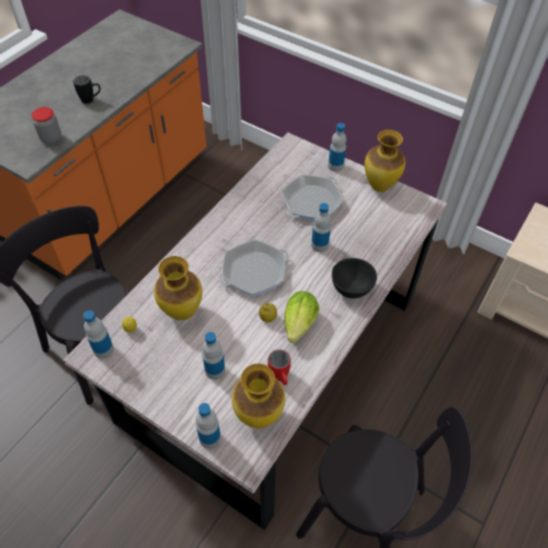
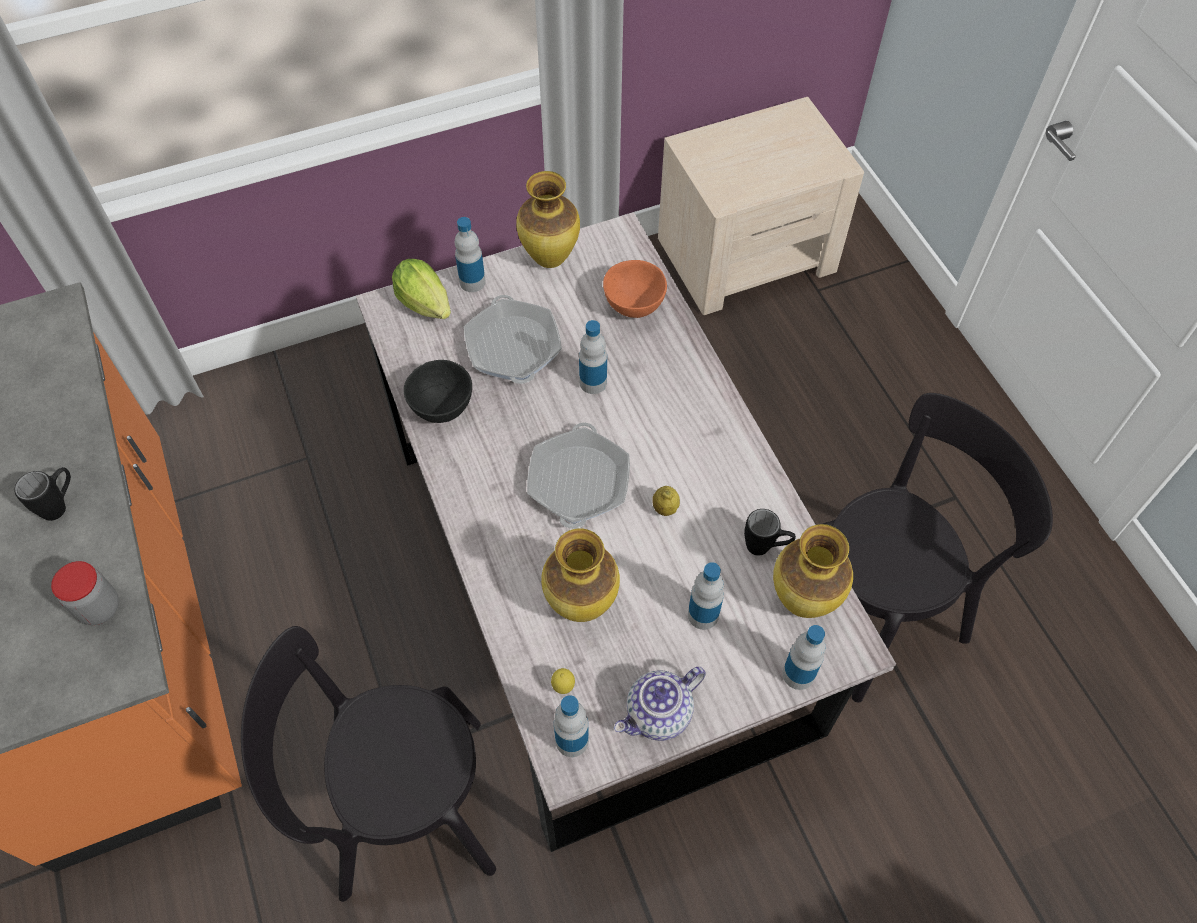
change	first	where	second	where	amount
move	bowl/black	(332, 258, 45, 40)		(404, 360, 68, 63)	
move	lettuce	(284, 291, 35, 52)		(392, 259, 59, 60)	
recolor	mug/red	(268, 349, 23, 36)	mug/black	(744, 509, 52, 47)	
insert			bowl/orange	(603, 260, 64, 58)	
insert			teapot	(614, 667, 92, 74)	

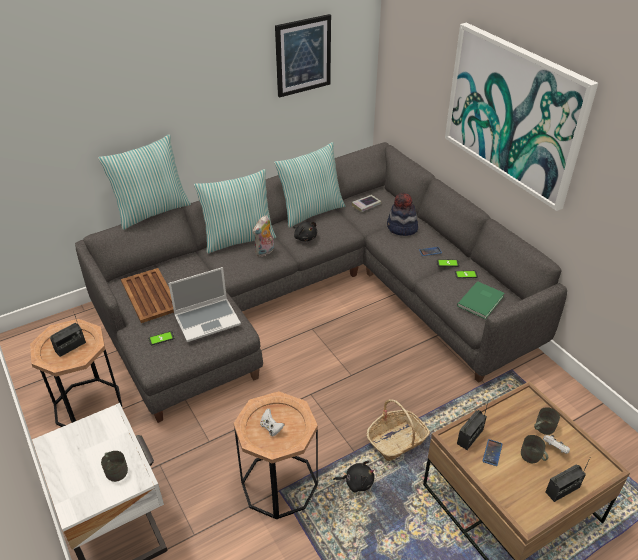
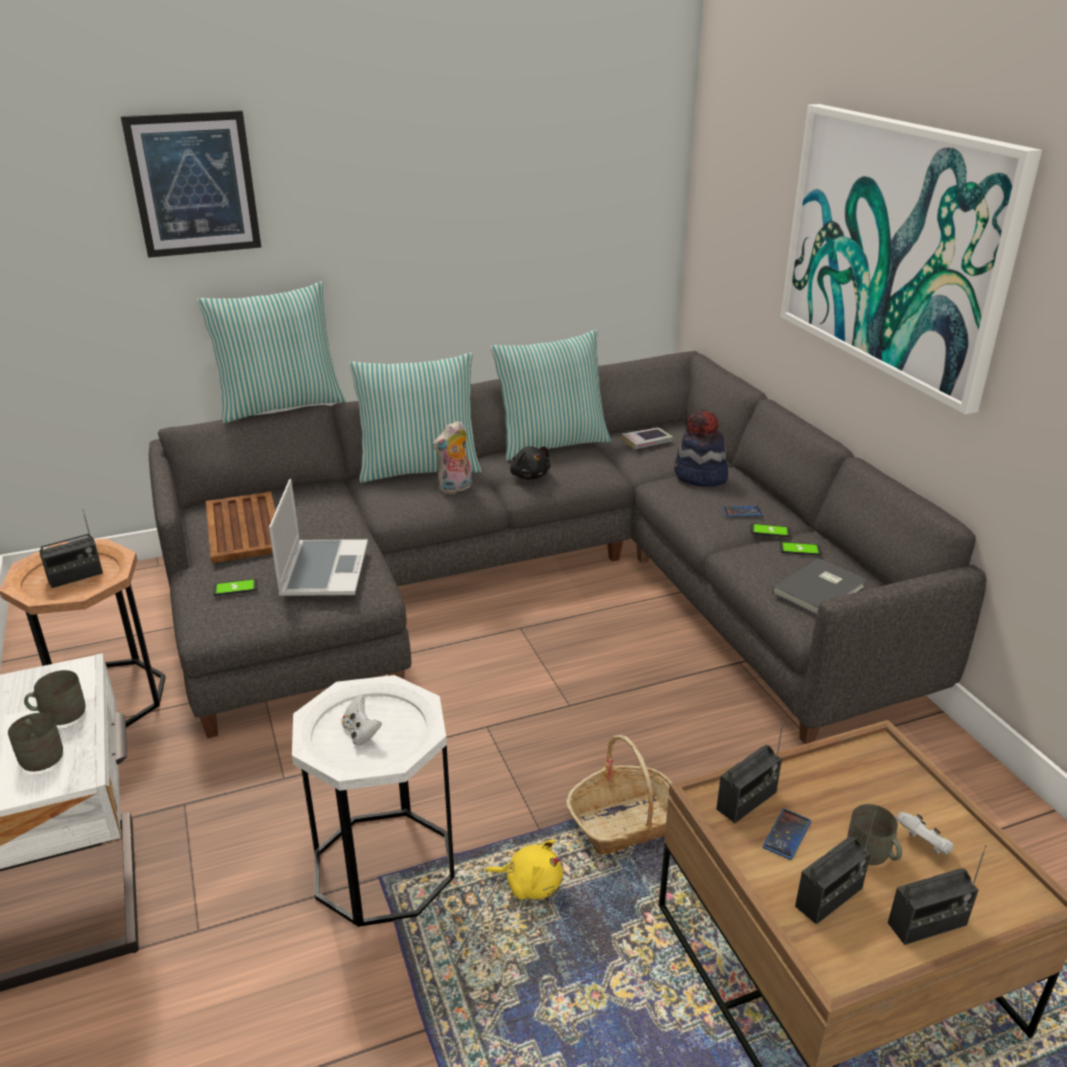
change	first	where	second	where	amount
move	picture	(275, 14, 56, 84)		(121, 110, 140, 148)	
rotate	laptop	(169, 267, 72, 75)		(269, 479, 99, 117)	75 degrees counterclockwise
recolor	book/green	(457, 281, 48, 38)	book/grey	(772, 558, 95, 57)	
recolor	side table/brown	(234, 391, 84, 128)	side table/white	(292, 675, 163, 252)	
move	mug/grey	(534, 407, 26, 28)		(24, 670, 61, 55)	
recolor	plush toy/black	(333, 461, 41, 32)	plush toy/yellow	(485, 840, 78, 60)	
insert			radio	(795, 811, 80, 113)	

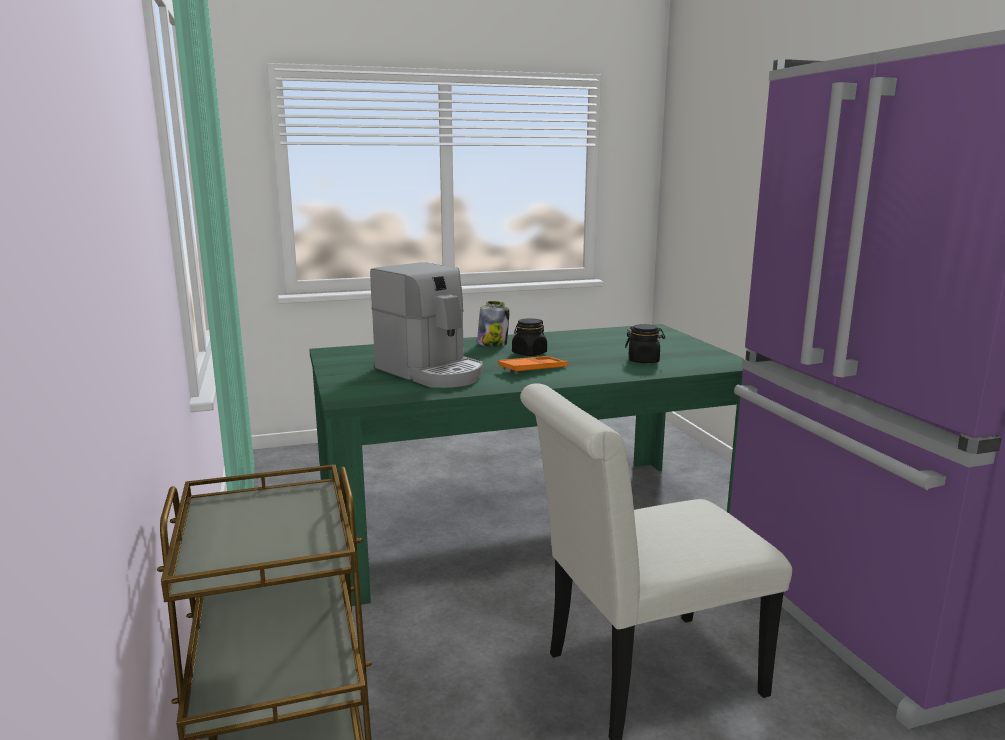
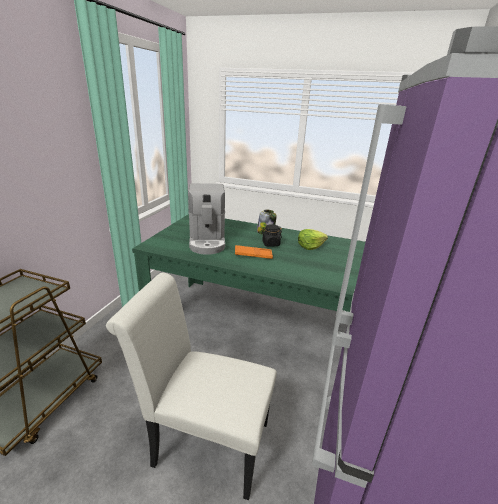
change	first	where	second	where	amount
delete	jar/black	(625, 324, 41, 39)			
insert			lettuce	(298, 229, 30, 21)	

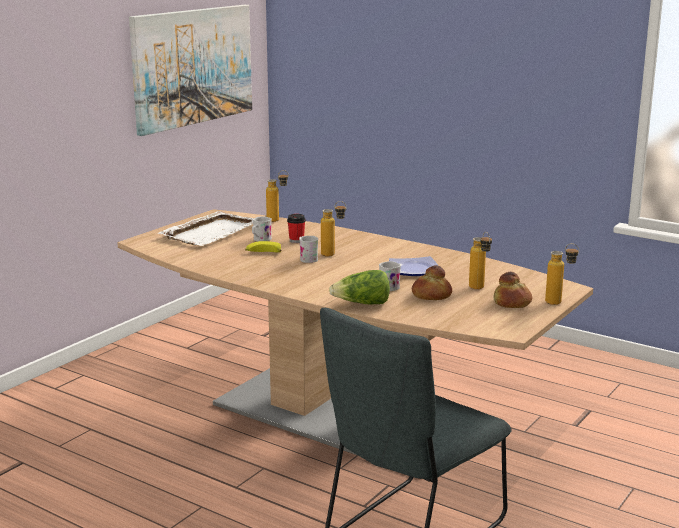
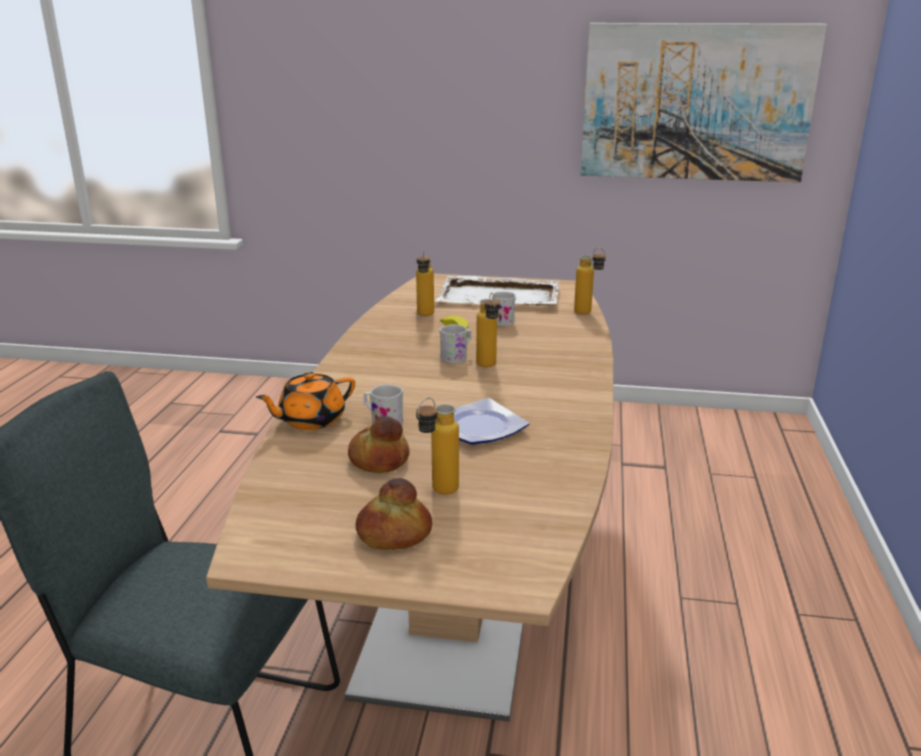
change	first	where	second	where	amount
delete	cup	(287, 214, 19, 29)			
move	bottle	(545, 243, 34, 62)		(416, 250, 18, 66)	
replace	lettuce	(329, 270, 61, 34)	teapot/orange	(256, 372, 99, 58)	

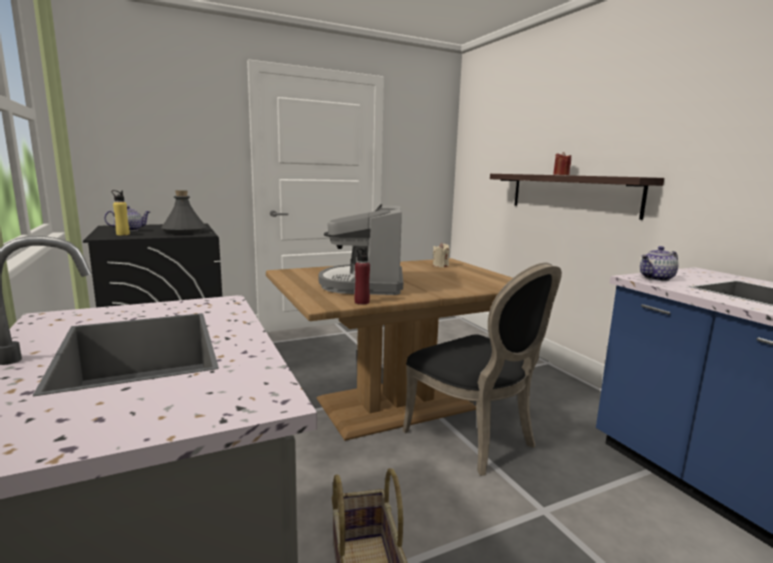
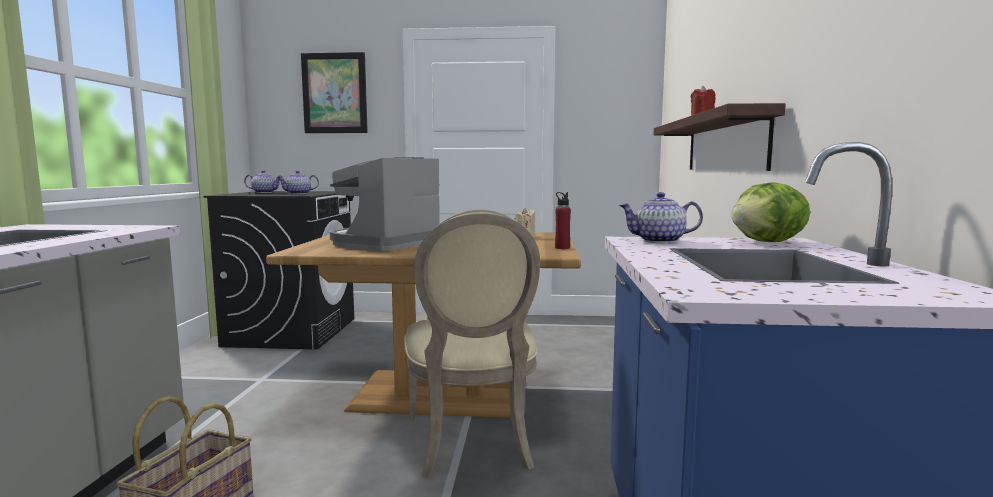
change	first	where	second	where	amount
delete	bottle/yellow	(111, 190, 19, 45)			
replace	bottle/grey	(161, 190, 45, 44)	teapot	(278, 171, 41, 23)	
move	bottle/red	(355, 248, 15, 56)		(555, 192, 16, 57)	
recolor	chair/black	(403, 262, 159, 214)	chair/beige	(404, 210, 136, 268)	
insert			picture	(301, 52, 67, 81)	
insert			lettuce	(731, 182, 79, 60)	

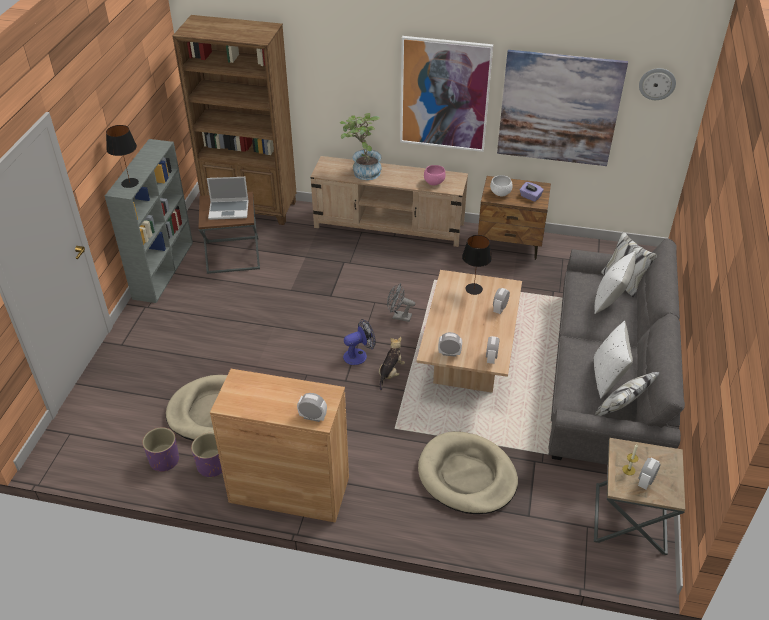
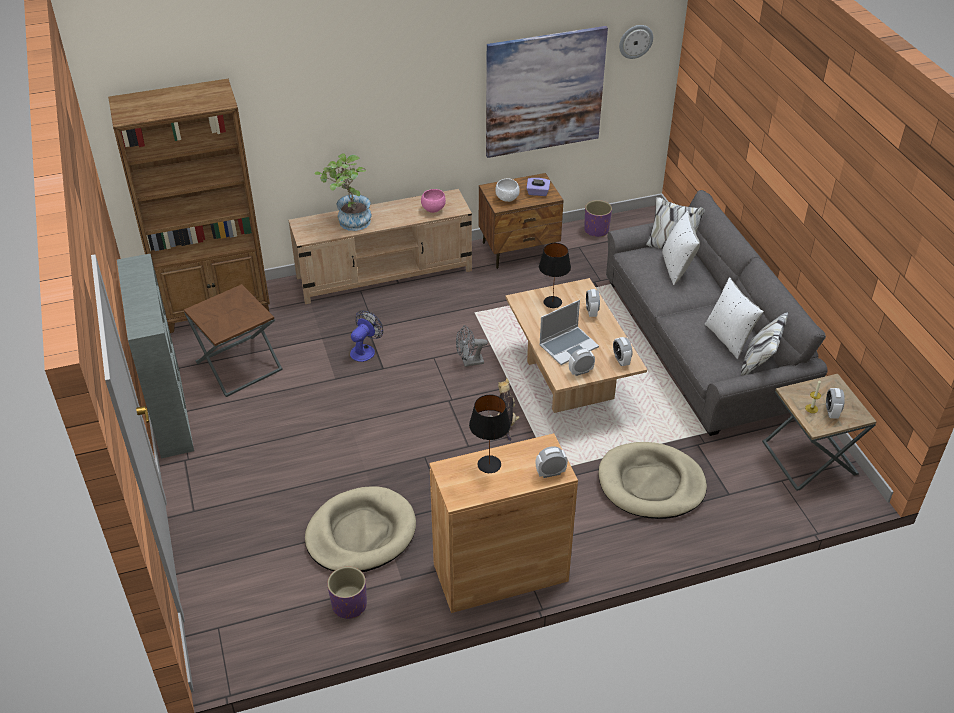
change	first	where	second	where	amount
delete	picture	(400, 36, 93, 116)			
move	table lamp/black	(106, 125, 33, 63)		(469, 395, 42, 78)	
move	laptop	(207, 177, 42, 43)		(539, 300, 60, 65)	
move	fan	(343, 319, 33, 46)		(350, 310, 33, 52)	
move	planter/purple	(191, 433, 31, 45)		(584, 200, 28, 37)	

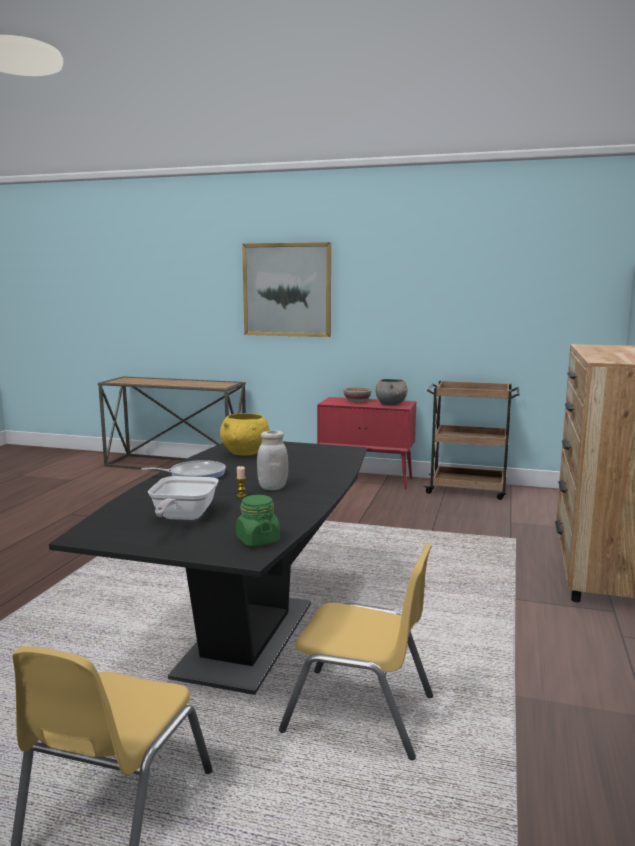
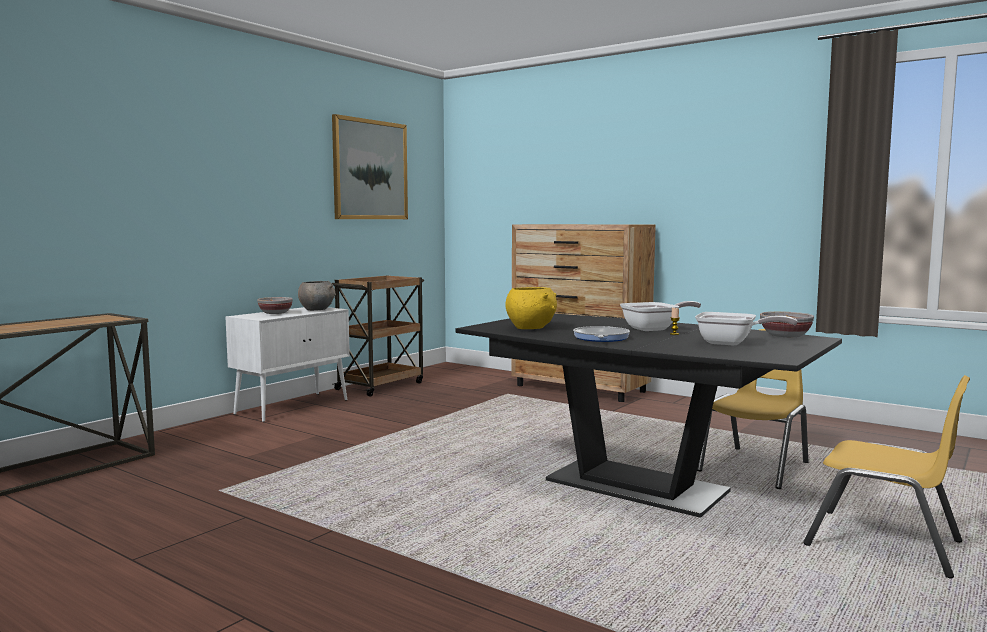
change	first	where	second	where	amount
move	picture	(242, 242, 89, 95)		(332, 114, 76, 105)	
recolor	cabinet/red	(317, 397, 99, 93)	cabinet/white	(225, 307, 125, 115)	
replace	jar/white	(257, 431, 31, 59)	frying pan	(620, 301, 81, 30)	
replace	jar/green	(236, 495, 44, 52)	bowl	(760, 311, 54, 26)	

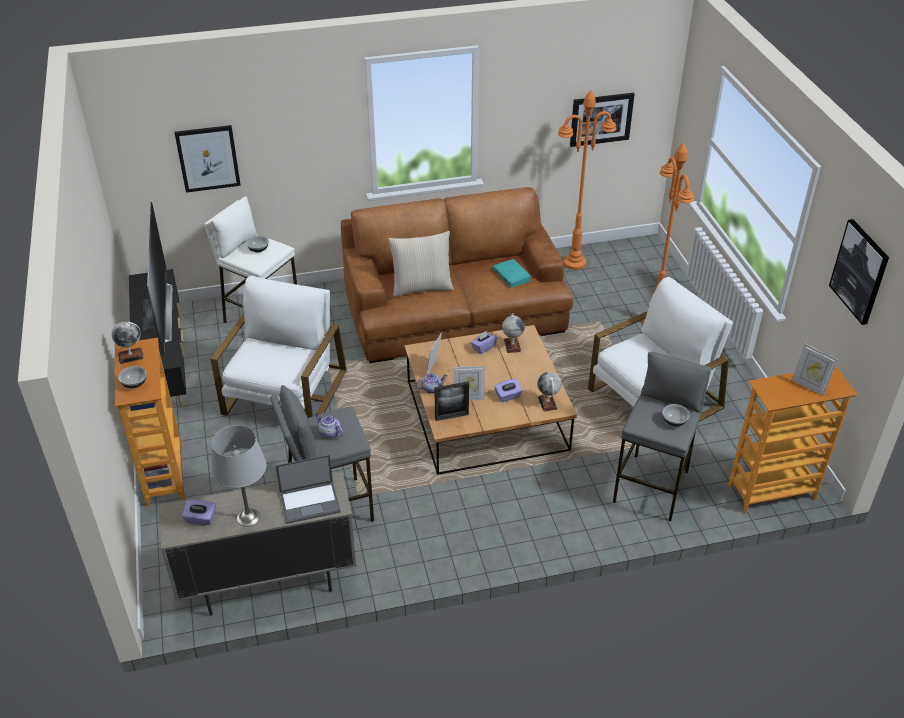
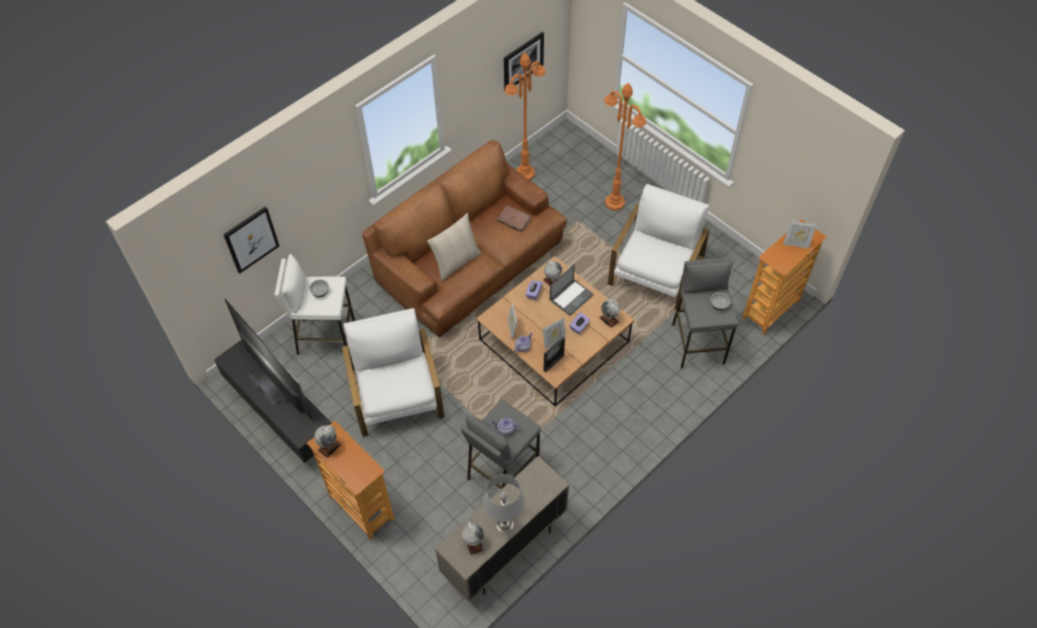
change	first	where	second	where	amount
delete	picture	(829, 219, 60, 106)			
recolor	book/turquoise	(493, 259, 38, 29)	book/brown	(497, 205, 35, 28)	
delete	bowl	(118, 366, 28, 22)			
move	laptop	(275, 455, 66, 69)		(550, 264, 44, 52)	
replace	tissue box/purple	(182, 500, 34, 25)	globe	(462, 522, 22, 33)	

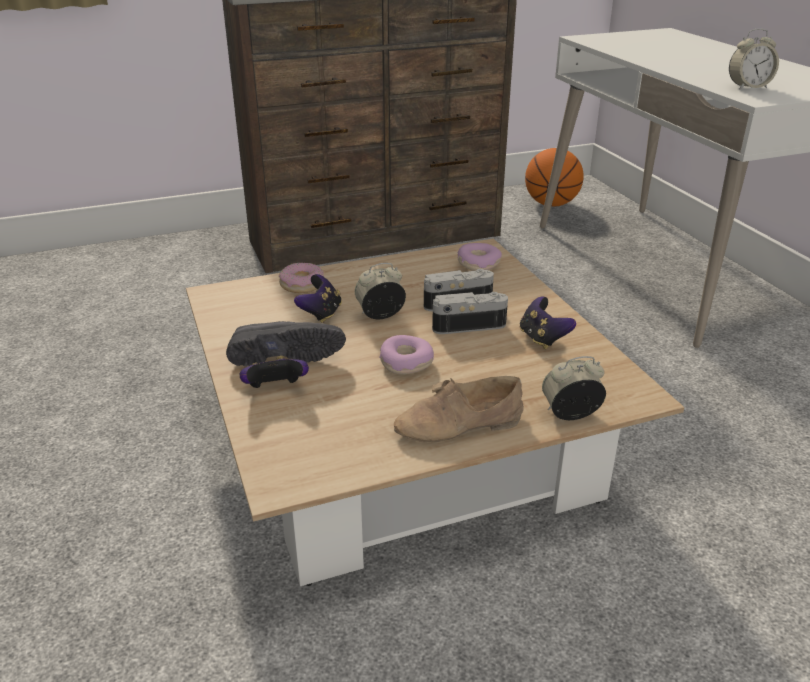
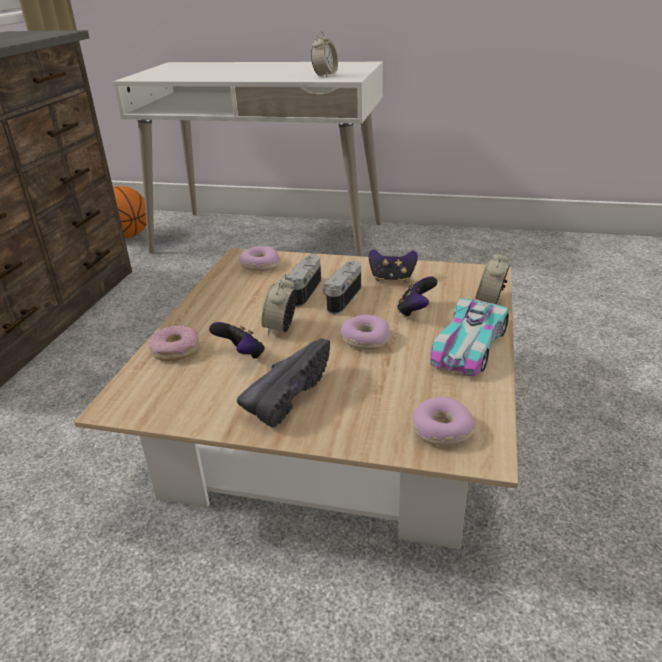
change	first	where	second	where	amount
move	game controller	(240, 356, 69, 32)		(397, 276, 41, 42)	
replace	shoe/beige	(394, 376, 130, 66)	toy car	(430, 298, 79, 78)	
insert			donut	(413, 397, 62, 49)	

